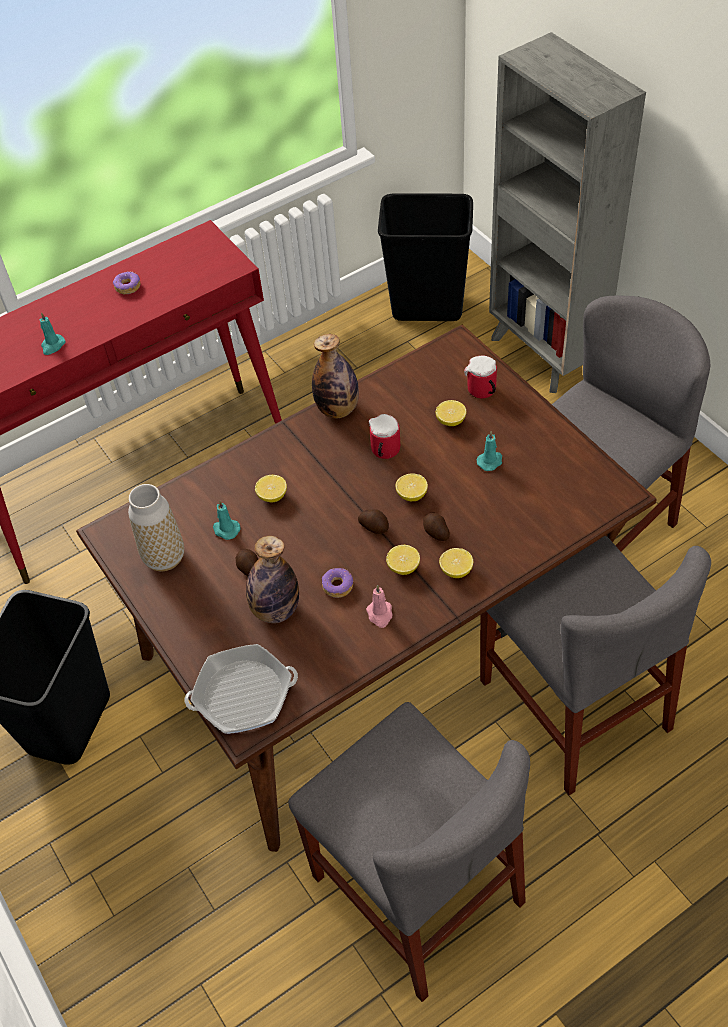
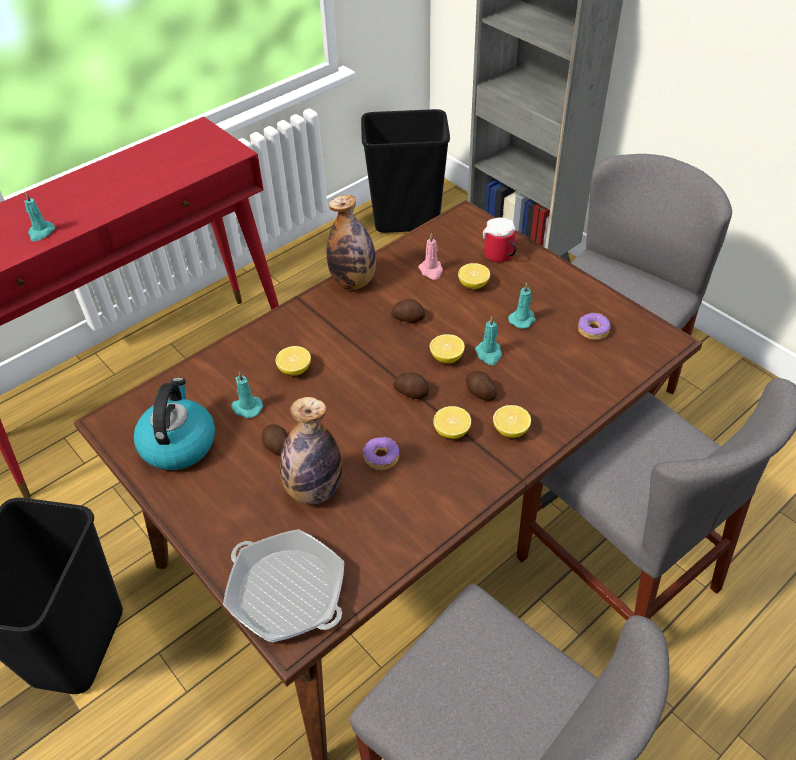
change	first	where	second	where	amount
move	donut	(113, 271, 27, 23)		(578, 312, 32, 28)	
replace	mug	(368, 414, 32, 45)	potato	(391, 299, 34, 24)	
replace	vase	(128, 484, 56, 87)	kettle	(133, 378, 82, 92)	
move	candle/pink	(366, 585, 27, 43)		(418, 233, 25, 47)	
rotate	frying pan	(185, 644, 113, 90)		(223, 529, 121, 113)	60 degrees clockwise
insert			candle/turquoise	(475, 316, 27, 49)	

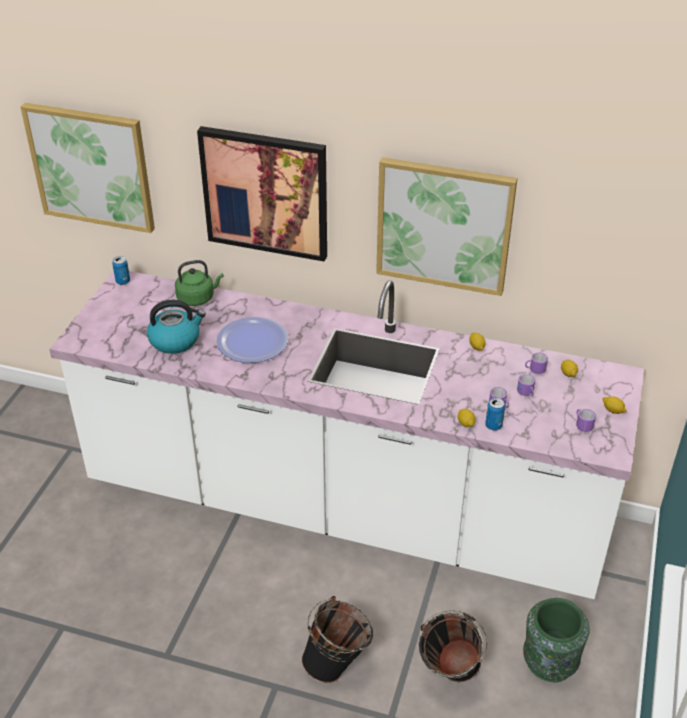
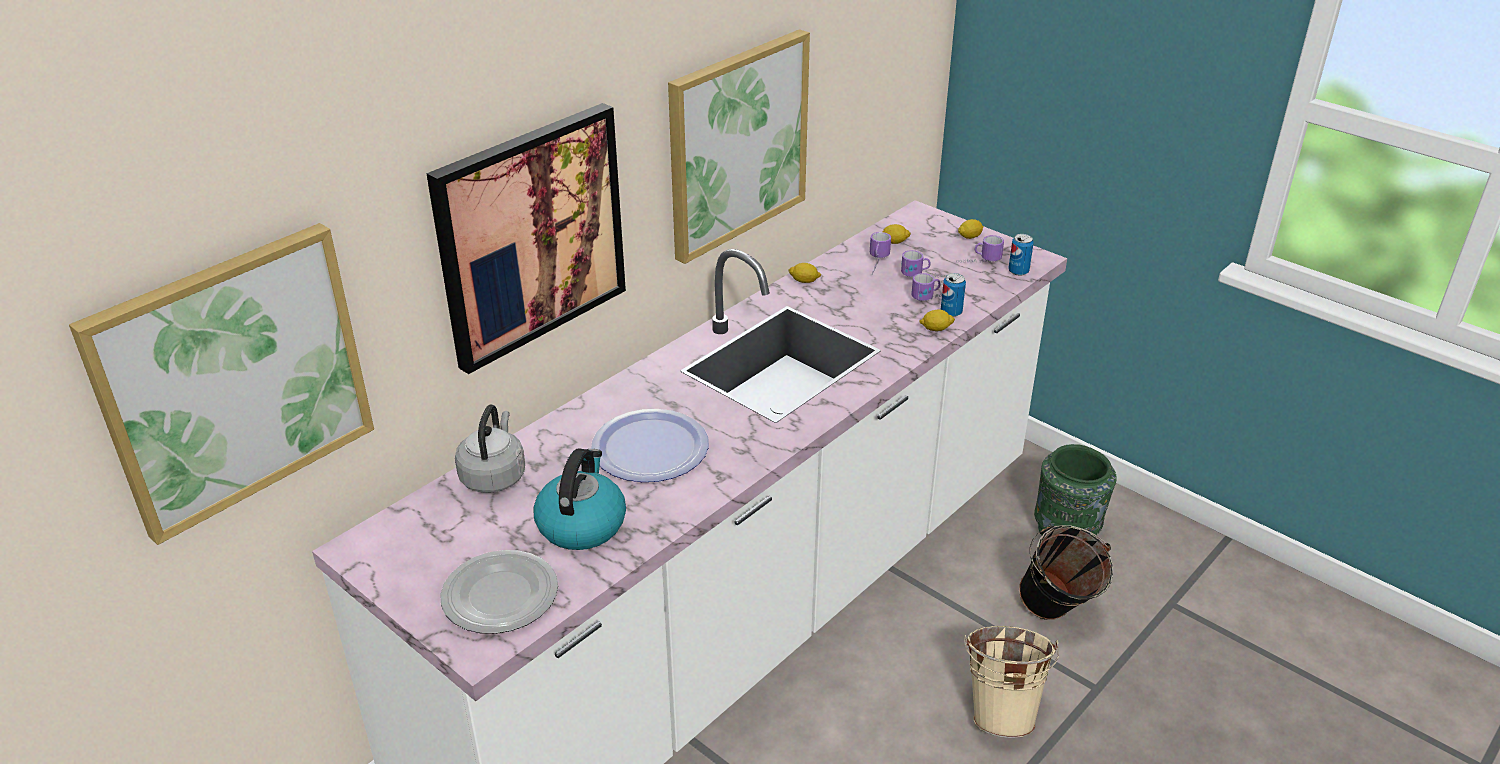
change	first	where	second	where	amount
move	can	(112, 256, 18, 29)		(1008, 234, 26, 42)	
recolor	kettle/green	(175, 260, 49, 46)	kettle/grey	(455, 405, 70, 88)	
recolor	bucket/black	(301, 596, 72, 87)	bucket/beige	(964, 626, 95, 112)	
insert			plate	(440, 550, 118, 84)	

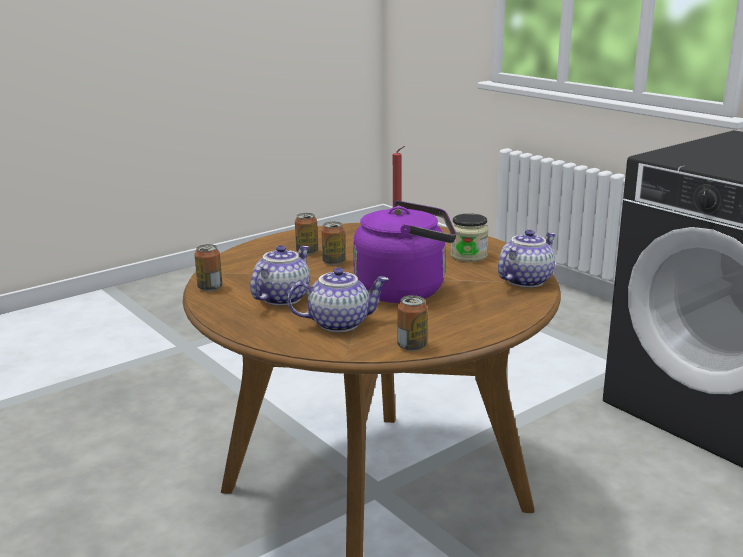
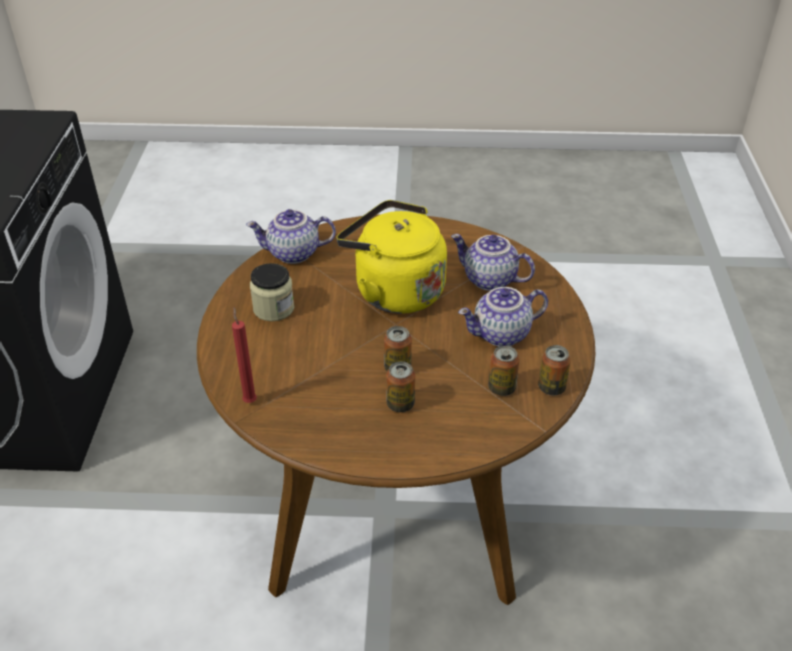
change	first	where	second	where	amount
recolor	kettle/purple	(353, 201, 103, 102)	kettle/yellow	(336, 200, 111, 113)	
move	can	(397, 295, 30, 56)		(488, 345, 31, 51)	

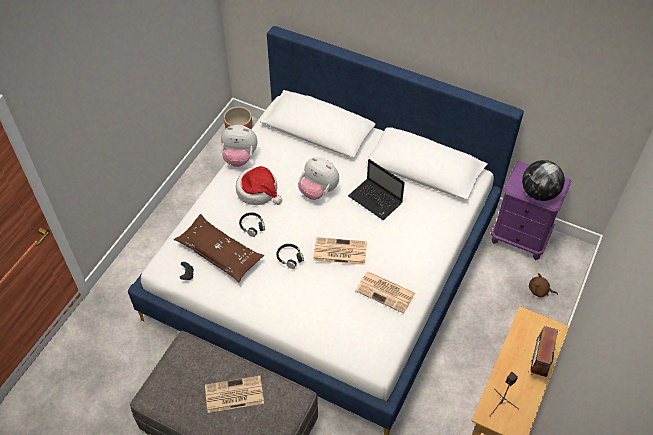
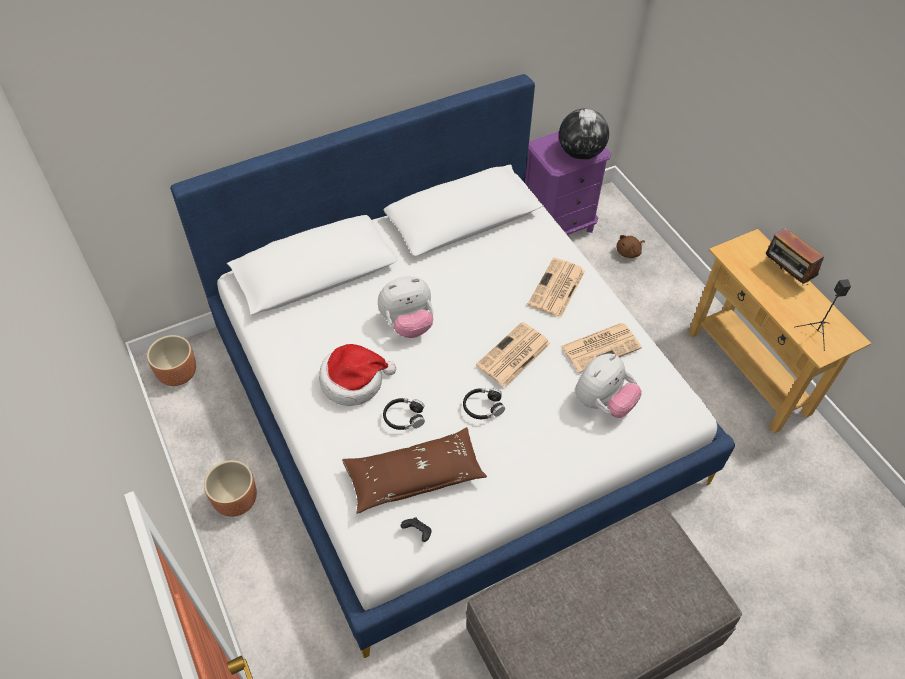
change	first	where	second	where	amount
move	plush toy	(221, 125, 37, 42)		(575, 354, 67, 64)	
delete	laptop	(348, 159, 57, 61)			
move	newspaper	(205, 376, 59, 37)		(528, 258, 57, 60)	
insert			planter/brown	(204, 460, 53, 57)	

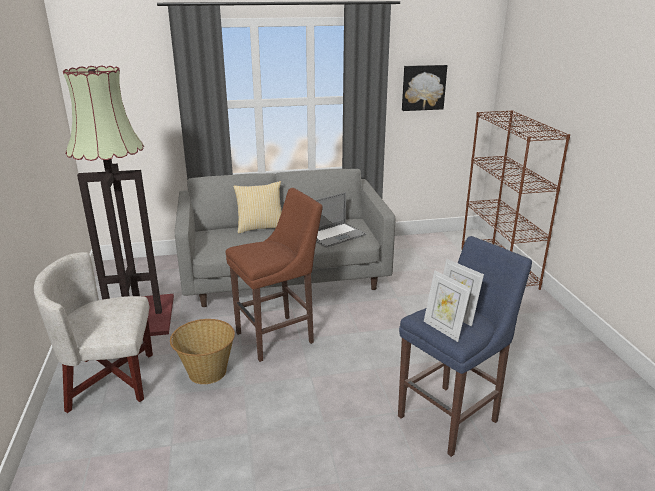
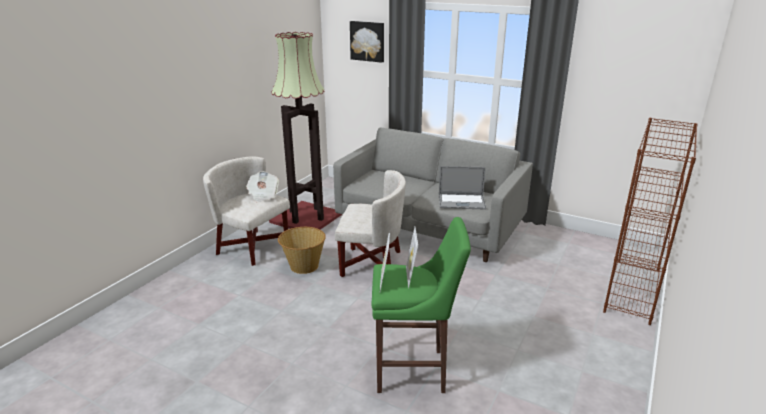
change	first	where	second	where	amount
move	picture	(402, 65, 45, 46)		(350, 21, 34, 42)	
delete	pillow	(233, 181, 49, 53)			
replace	stool/brown	(226, 188, 97, 174)	armchair/white	(335, 170, 71, 107)	
recolor	stool/blue	(398, 236, 134, 221)	stool/green	(371, 217, 100, 176)	
insert			newspaper	(246, 171, 33, 31)	

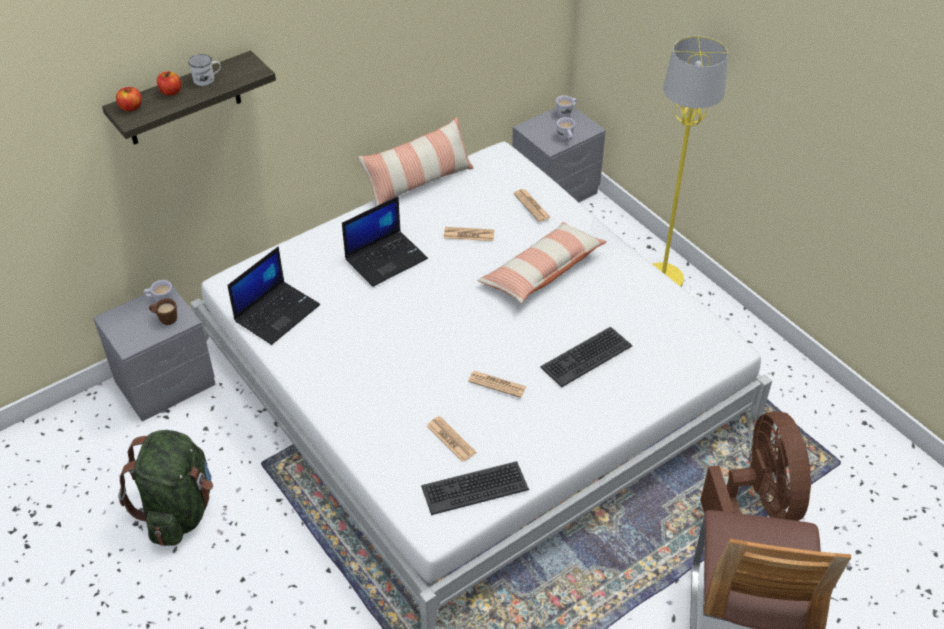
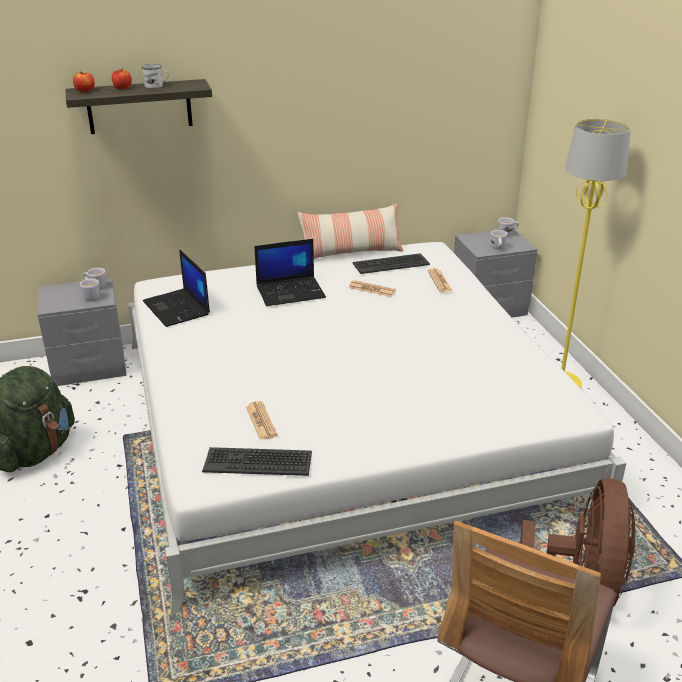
change	first	where	second	where	amount
delete	pillow	(477, 222, 130, 82)			
rotate	laptop	(227, 246, 93, 99)		(143, 250, 67, 77)	90 degrees clockwise
recolor	mug/brown	(149, 298, 28, 27)	mug/white	(79, 278, 20, 23)	
move	keyboard	(540, 327, 92, 60)		(353, 253, 77, 21)	
delete	newspaper	(468, 371, 58, 27)			

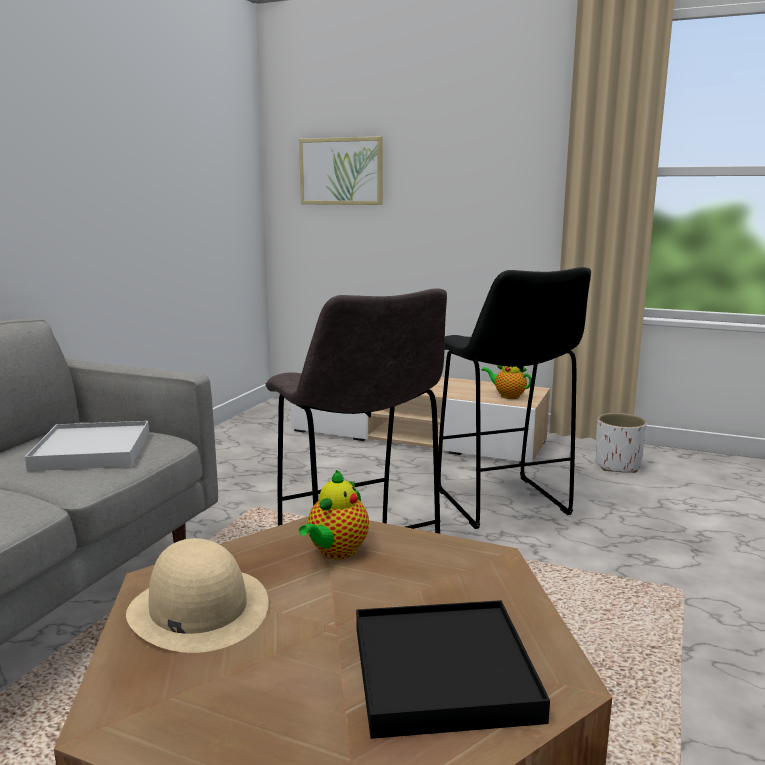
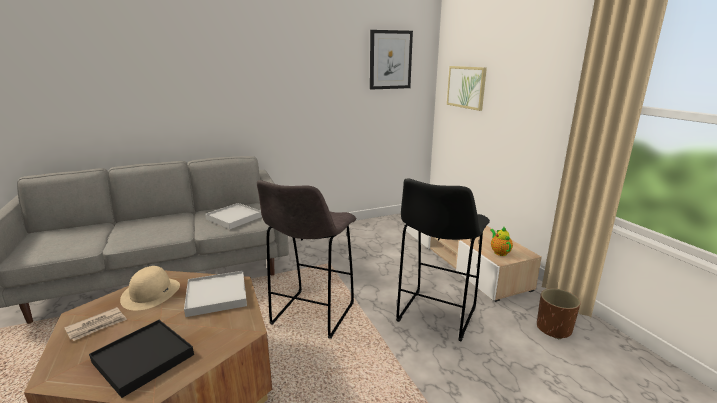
change	first	where	second	where	amount
recolor	planter/white	(595, 413, 52, 60)	planter/brown	(537, 288, 43, 51)	
replace	teapot	(299, 470, 70, 89)	tray/white	(184, 271, 63, 46)	
insert			picture	(370, 30, 43, 60)	
insert			newspaper	(64, 307, 63, 34)	

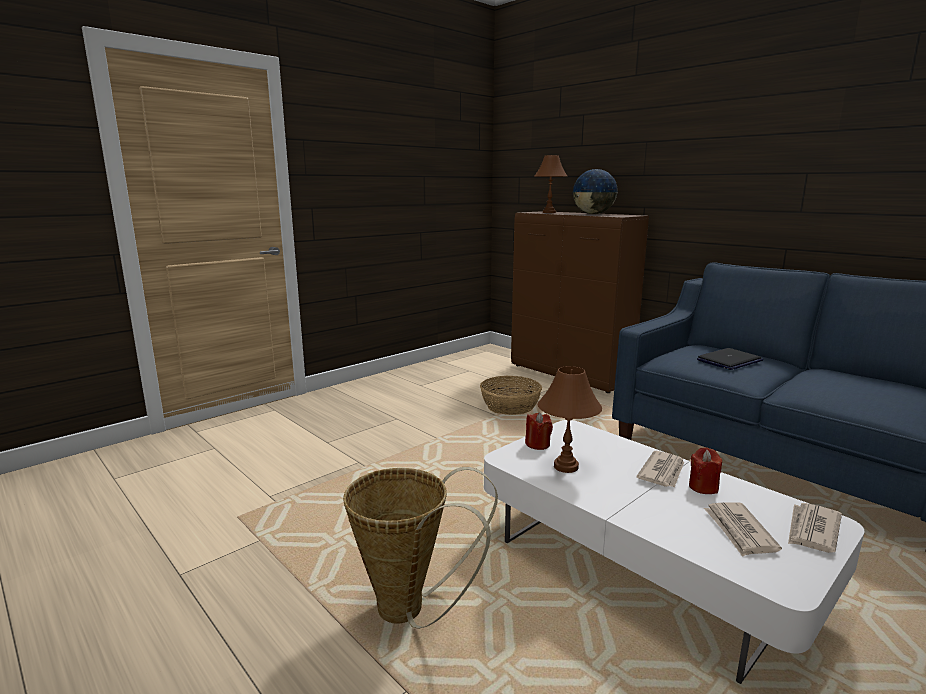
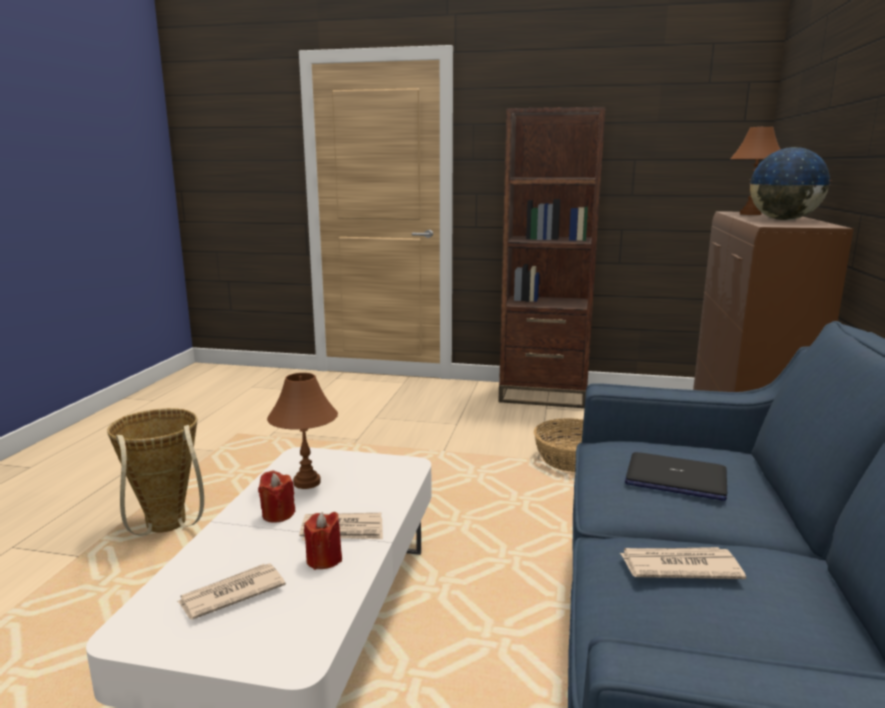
change	first	where	second	where	amount
move	candle/red	(525, 412, 28, 38)		(258, 471, 38, 51)	
move	newspaper	(788, 503, 54, 50)		(620, 547, 126, 32)	
insert			bookcase/brown	(499, 107, 106, 301)	

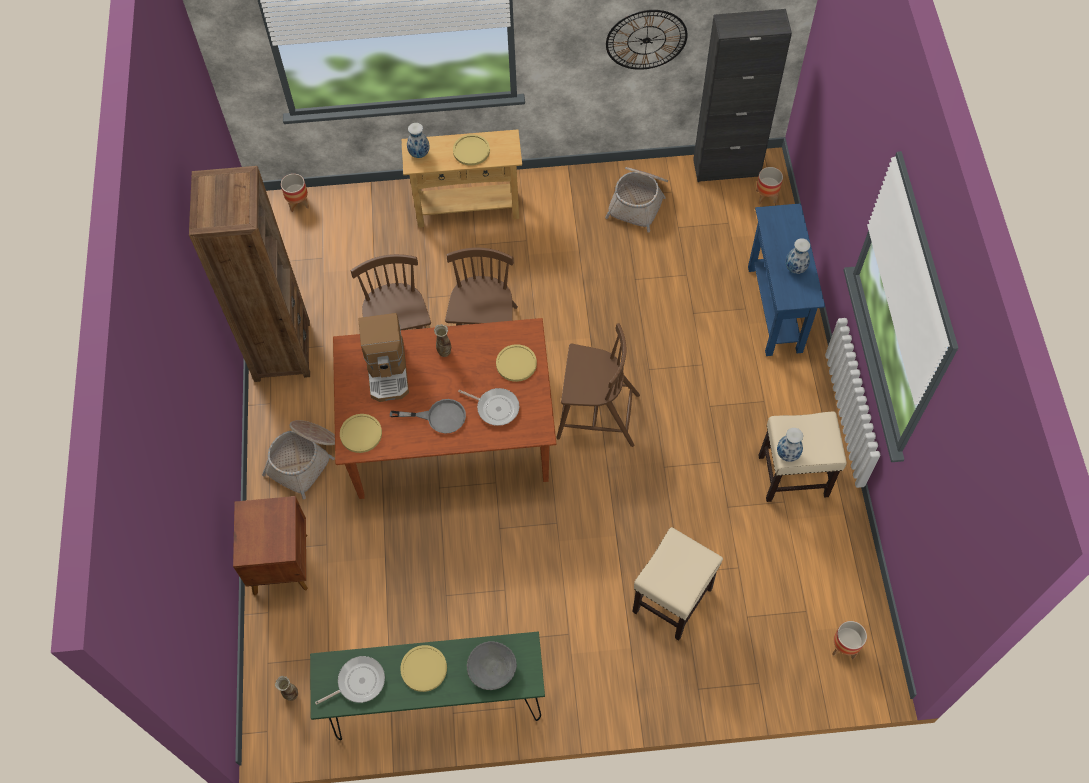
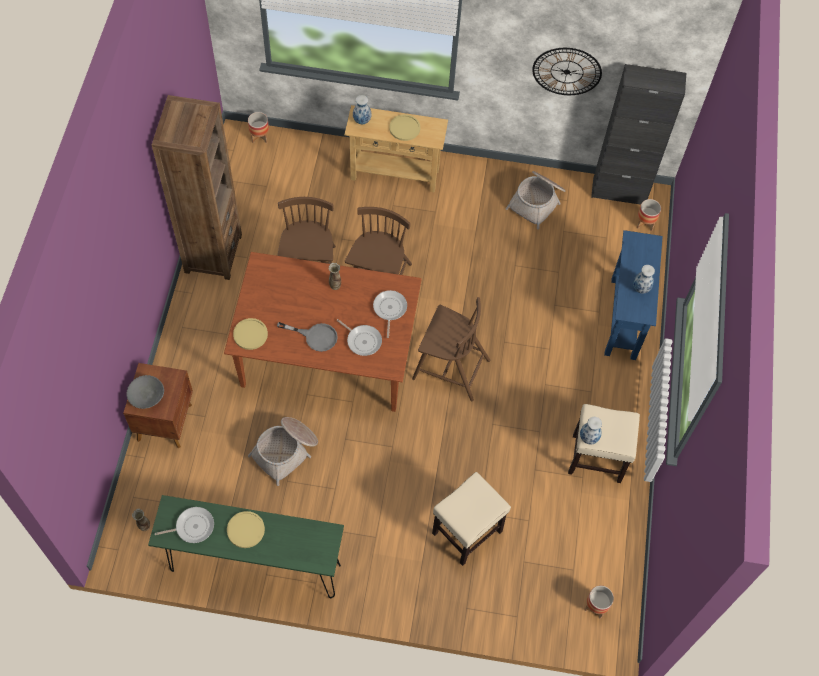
change	first	where	second	where	amount
delete	coffee machine	(358, 313, 51, 89)			
replace	plate/yellow	(496, 344, 41, 38)	frying pan	(373, 290, 34, 48)	
move	basket	(262, 420, 73, 79)		(248, 417, 70, 69)	
move	bowl/grey	(467, 641, 50, 49)		(126, 375, 38, 34)	

